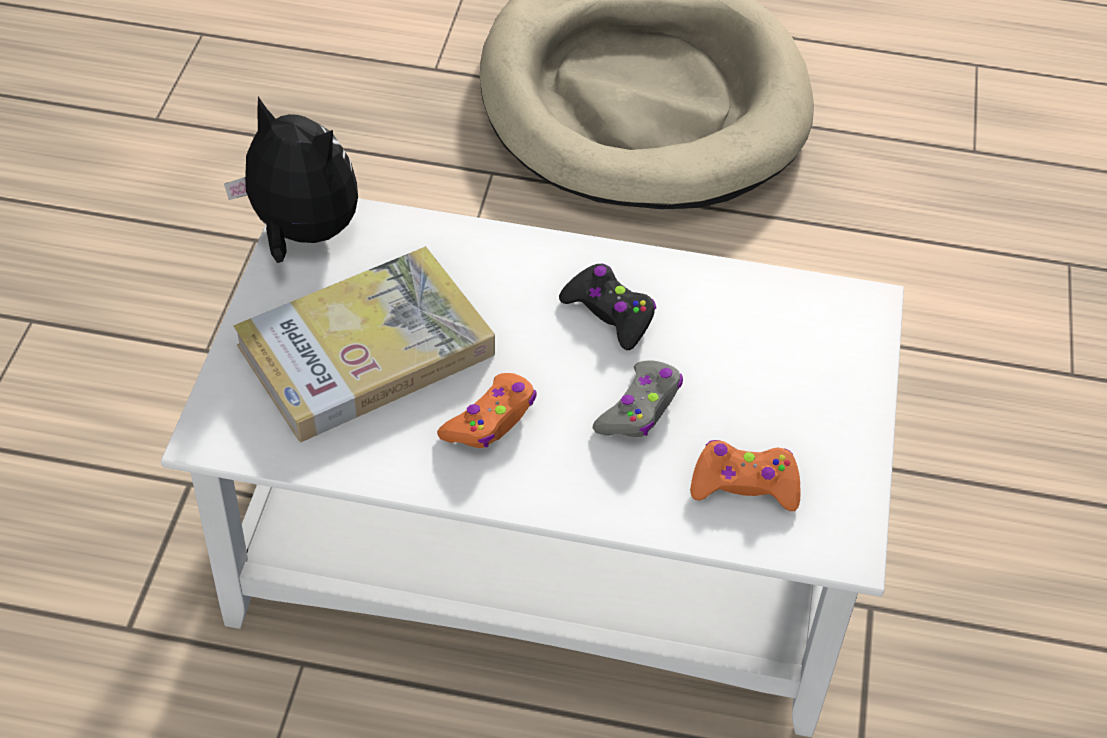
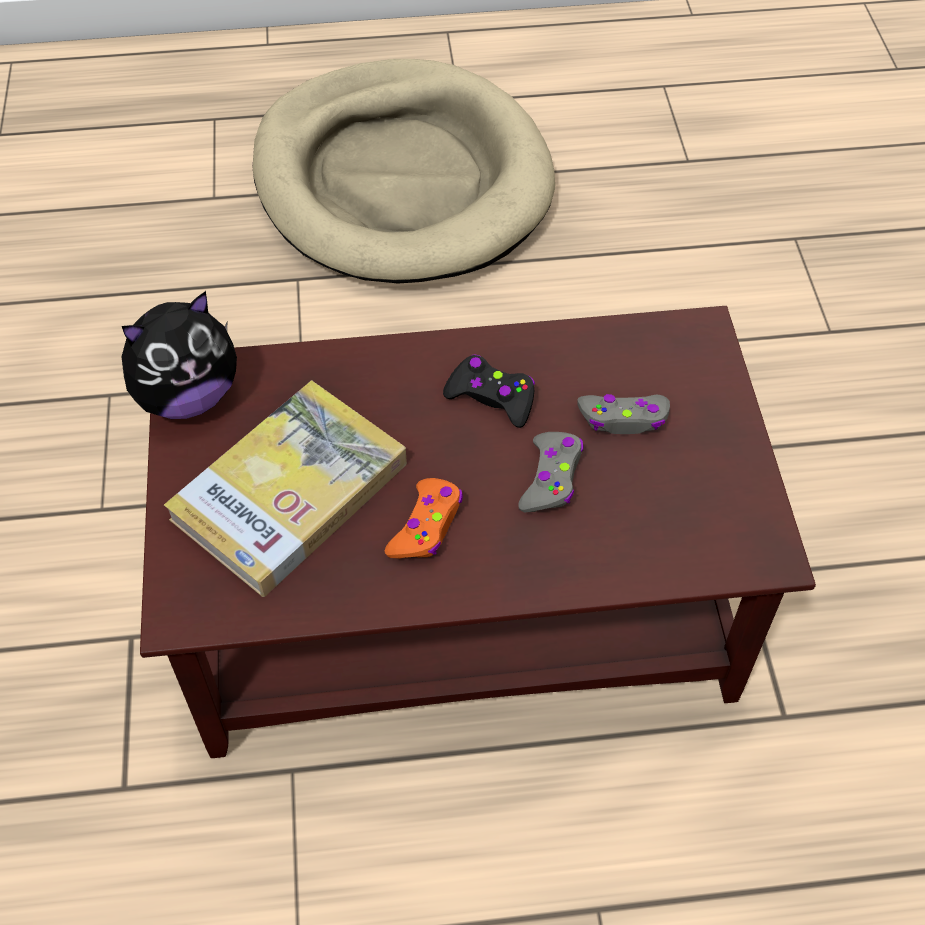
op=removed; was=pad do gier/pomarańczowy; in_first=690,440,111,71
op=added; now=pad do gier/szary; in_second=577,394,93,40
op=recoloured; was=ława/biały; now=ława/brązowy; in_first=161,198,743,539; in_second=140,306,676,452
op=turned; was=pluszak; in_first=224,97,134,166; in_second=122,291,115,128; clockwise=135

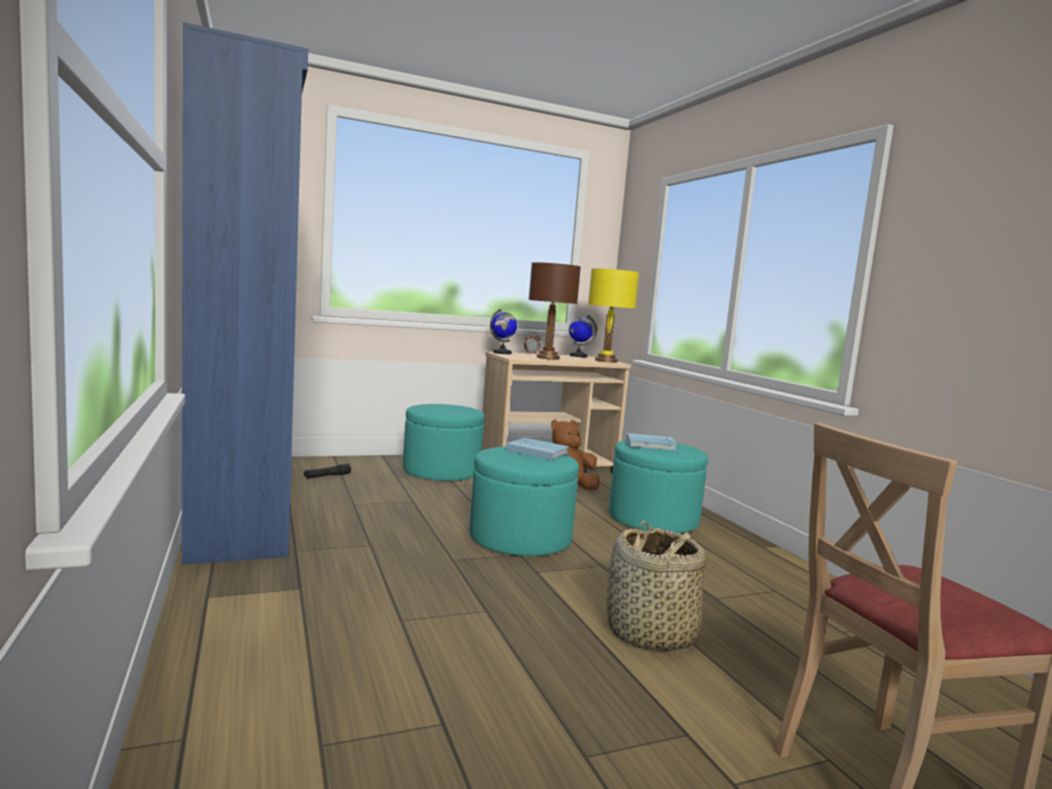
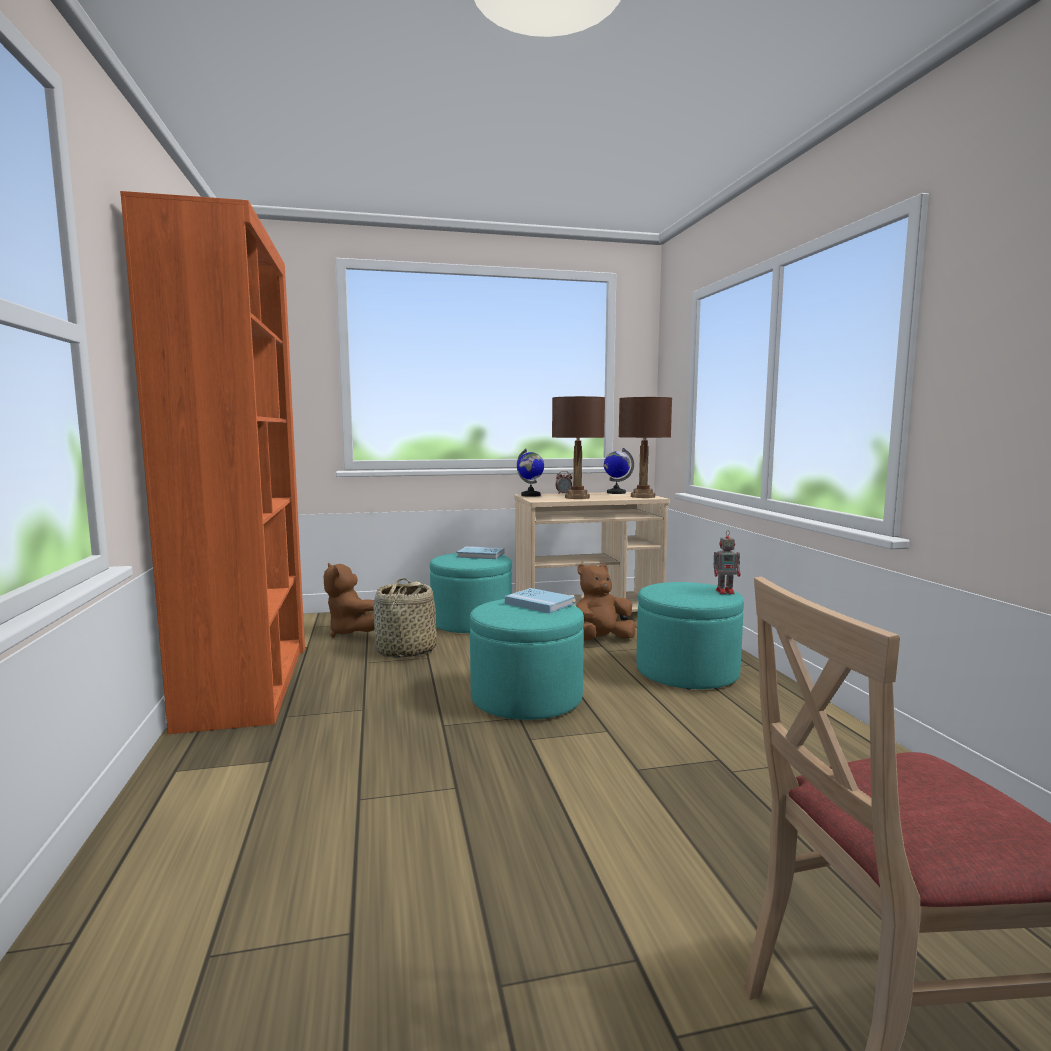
op=added; now=robot zabawkowy; in_second=714,530,26,64
op=moved; was=koszyk; in_first=607,521,99,130; in_second=374,578,63,80
op=moved; was=książka/niebieski; in_first=627,433,50,18; in_second=457,546,47,13
op=replaced; was=latarka/czarny; now=pluszak/brązowy; in_first=304,464,47,15; in_second=324,563,50,74
op=recoloured; was=regał/niebieski; now=regał/pomarańczowy; in_first=182,22,126,543; in_second=120,191,185,543
op=recoloured; was=lampa stołowa/żółty; now=lampa stołowa/brązowy; in_first=588,268,51,95; in_second=619,397,53,101

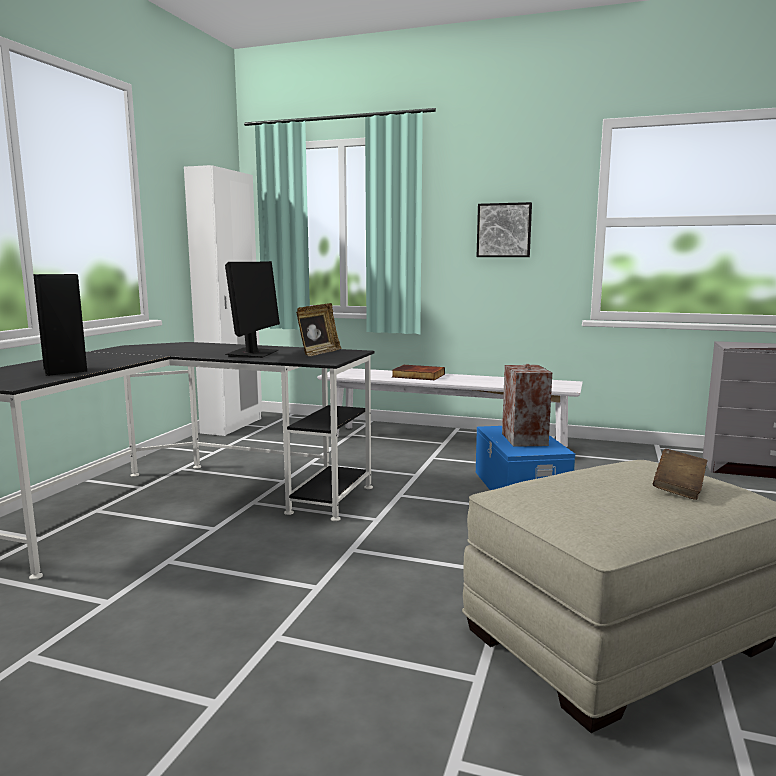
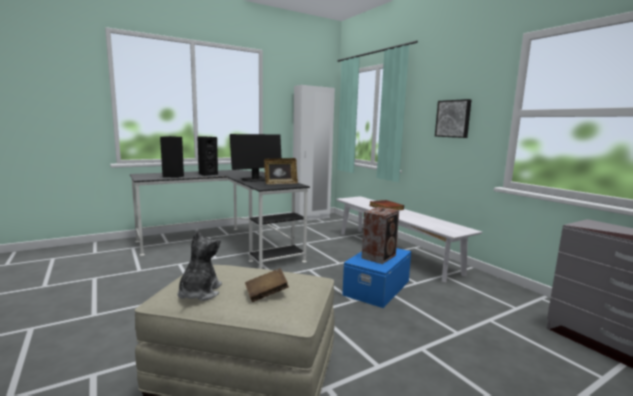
op=added; now=pluszak; in_second=178,229,44,72
op=added; now=głośnik/czarny; in_second=197,137,21,39

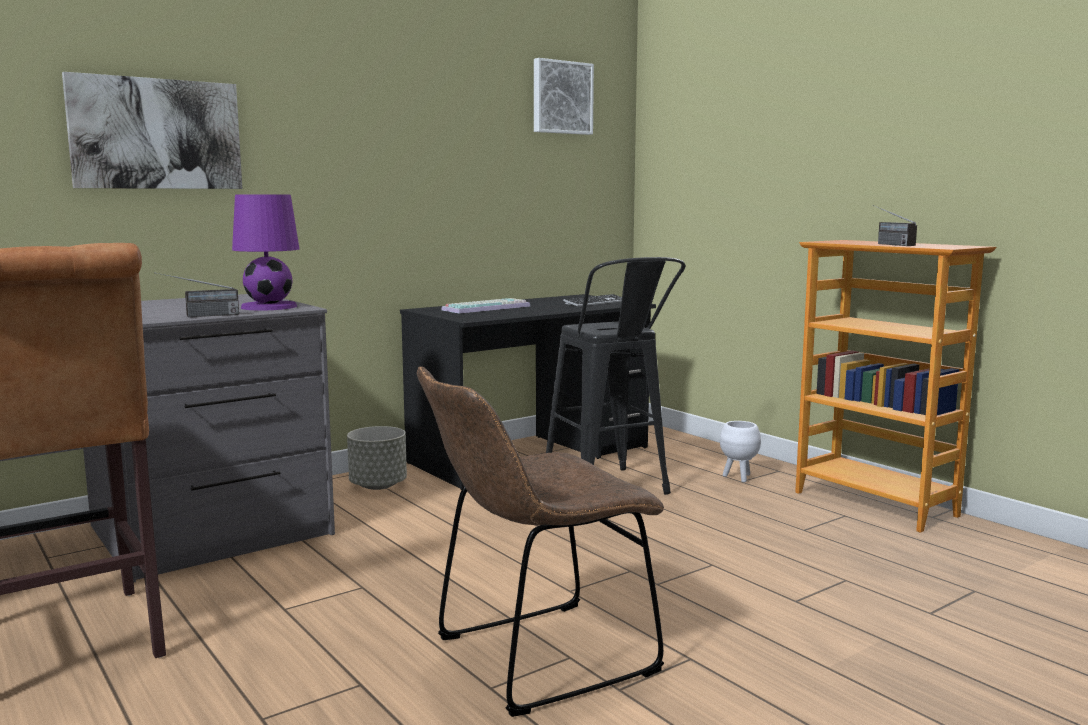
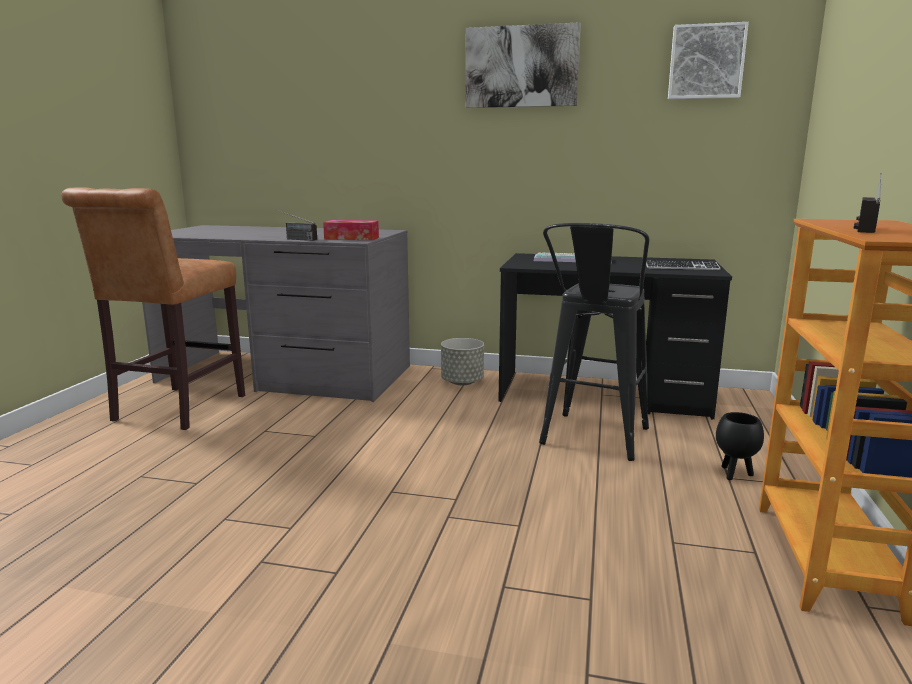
op=removed; was=krzesło/brązowy; in_first=417,367,247,350
op=moved; was=obraz; in_first=62,72,180,117; in_second=465,22,116,86
op=replaced; was=lampa stołowa/fioletowy; now=pudełko chusteczek; in_first=232,194,67,117; in_second=323,220,56,20
op=recoloured; was=donica/biały; now=donica/czarny; in_first=720,421,41,62; in_second=716,412,48,68

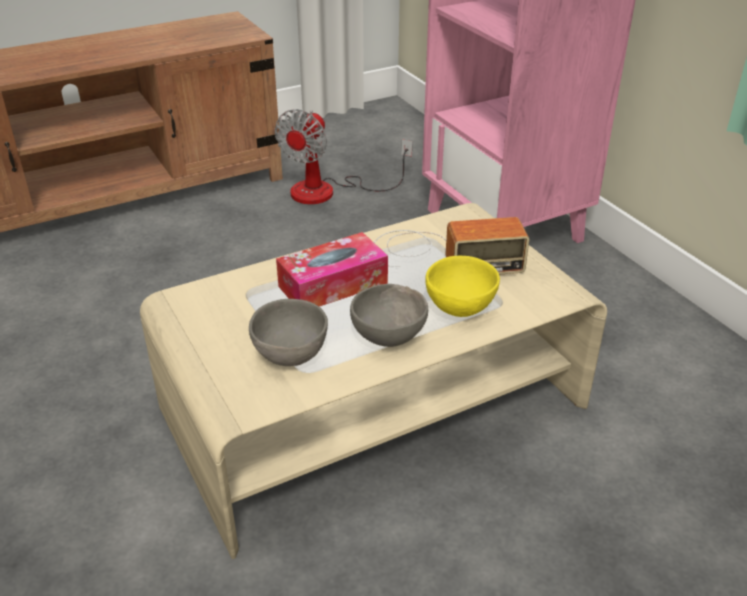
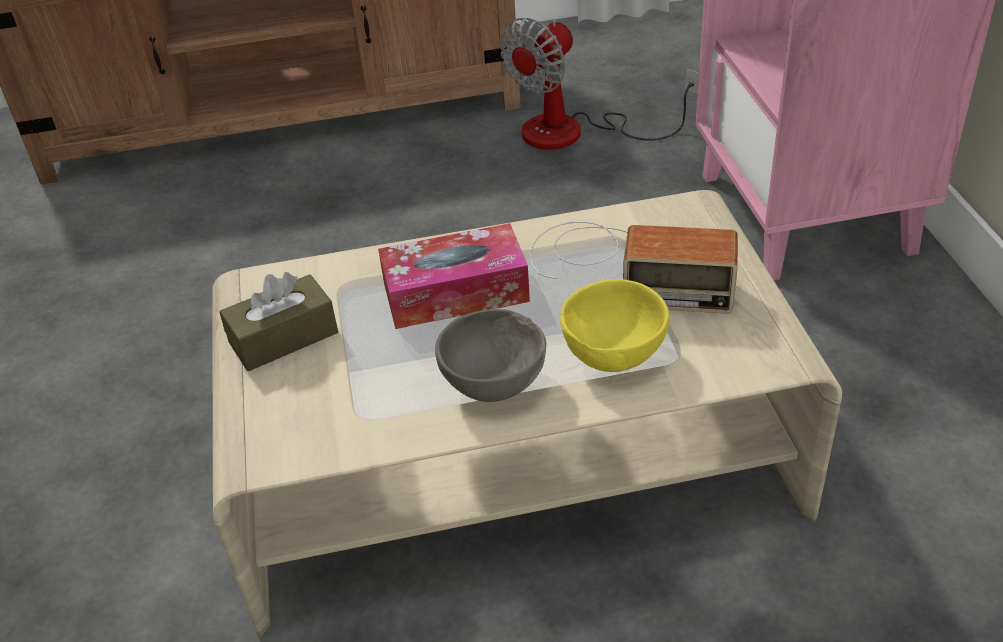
op=removed; was=miska/szary; in_first=249,299,79,67
op=added; now=pudełko chusteczek/brązowy; in_second=219,272,119,99

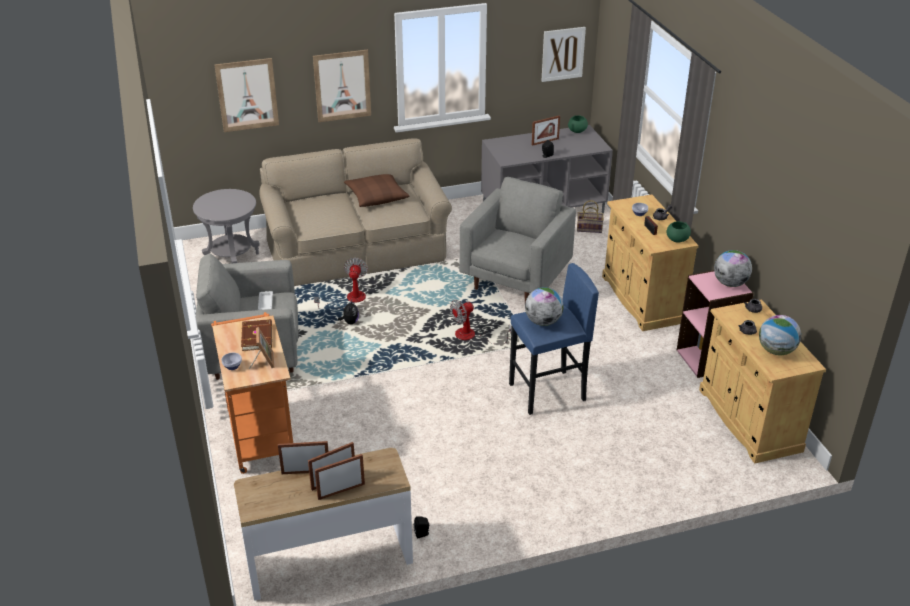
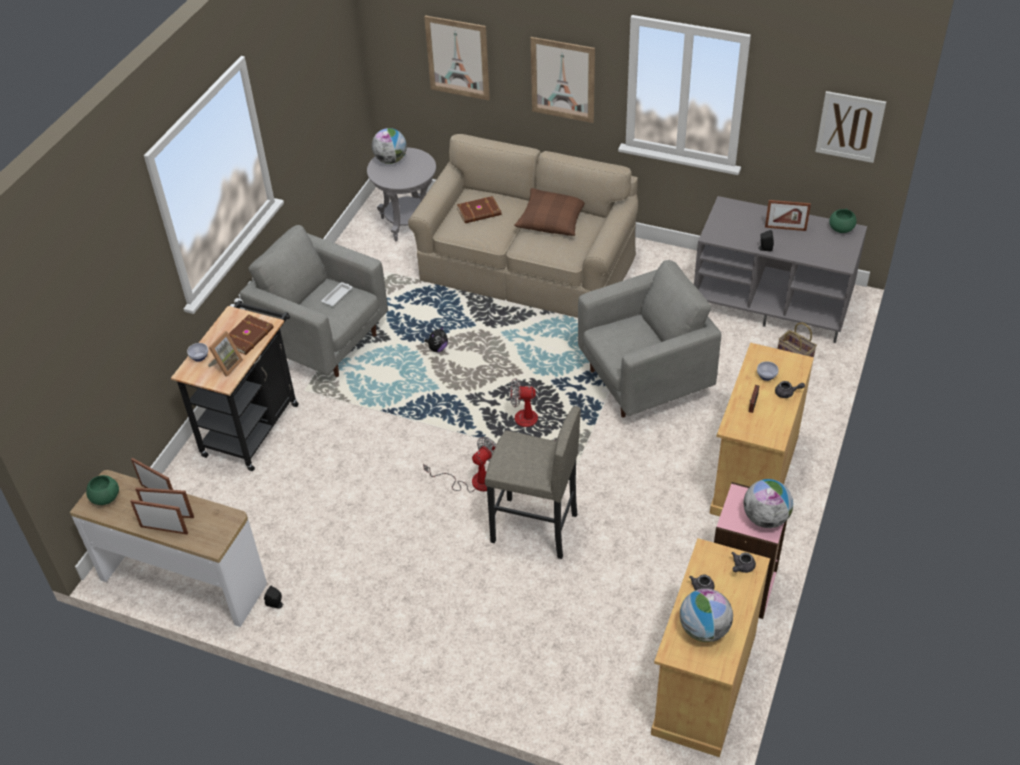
op=added; now=książka/brązowy; in_second=457,196,45,27
op=moved; was=wentylator; in_first=314,258,54,51; in_second=423,437,74,56
op=moved; was=globus; in_first=525,287,39,39; in_second=372,128,35,36
op=moved; was=miska/zielony; in_first=667,221,24,22; in_second=86,475,33,30
op=recoloured; was=wózek/pomarańczowy; now=wózek/czarny; in_first=211,312,82,162; in_second=171,300,128,171
op=recoloured; was=stołek/niebieski; now=stołek/szary; in_first=509,263,90,152; in_second=485,406,96,153

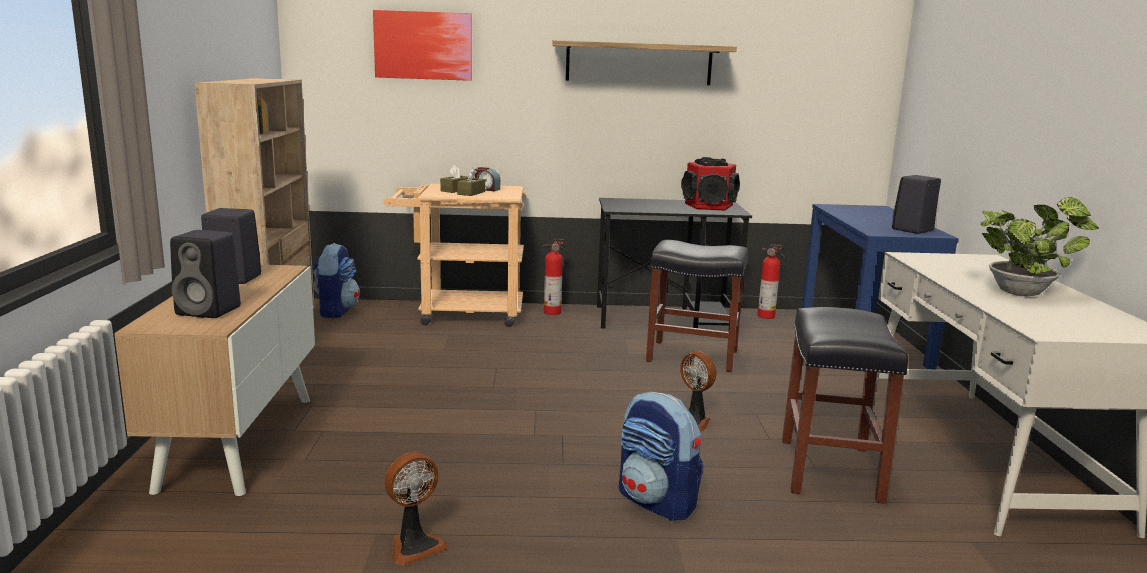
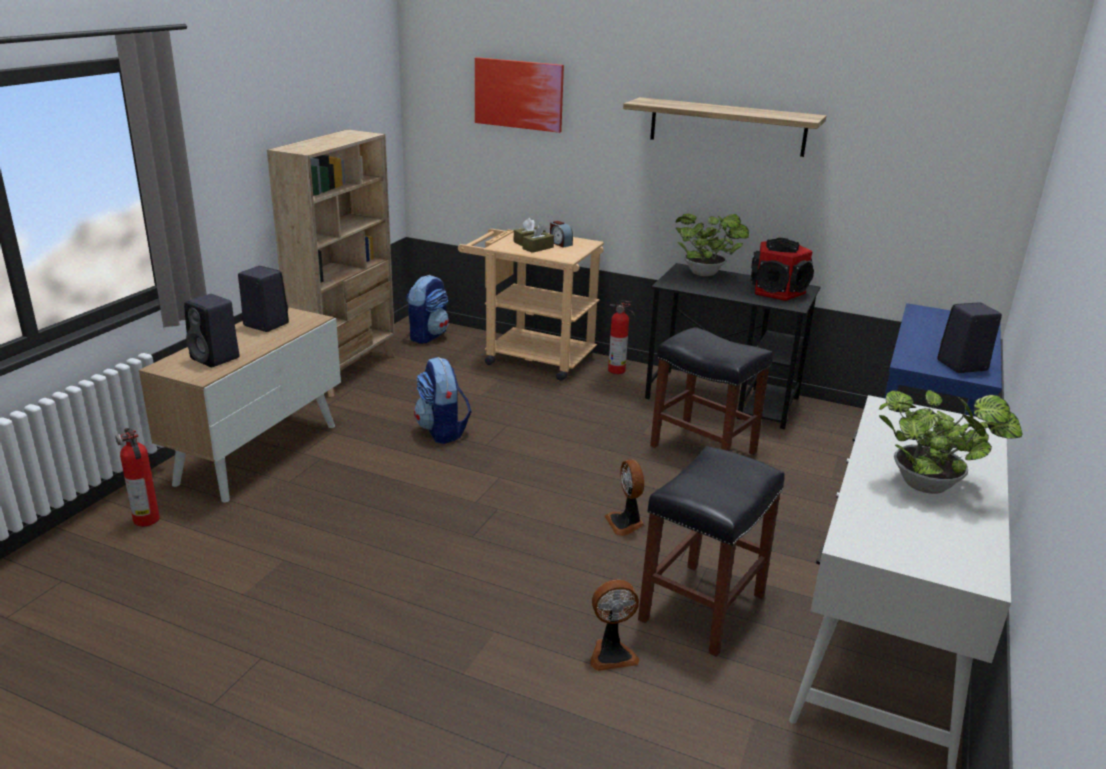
op=added; now=roślina doniczkowa; in_second=675,214,74,62
op=moved; was=wentylator; in_first=385,452,63,114; in_second=591,580,49,91
op=moved; was=plecak; in_first=619,392,84,129; in_second=414,357,58,87
op=moved; was=gaśnica; in_first=757,244,29,75; in_second=115,428,45,99

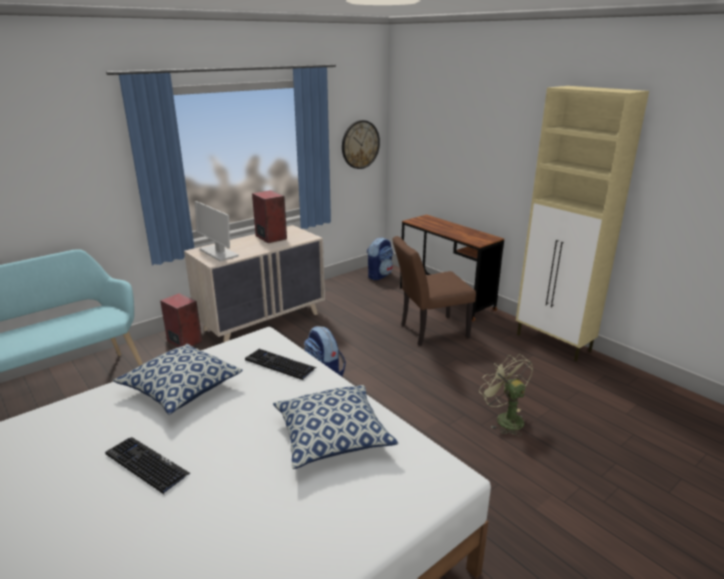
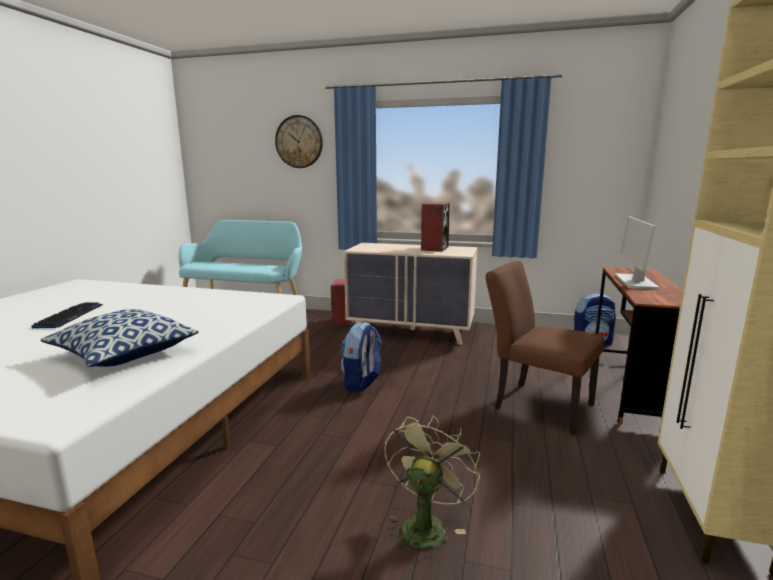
op=removed; was=poduszka; in_first=113,344,130,71
op=removed; was=klawiatura; in_first=245,349,72,31
op=moved; was=monitor; in_first=195,201,44,60; in_second=615,216,45,74
op=moved; was=zegar ścienny; in_first=342,120,38,49; in_second=275,115,48,53

